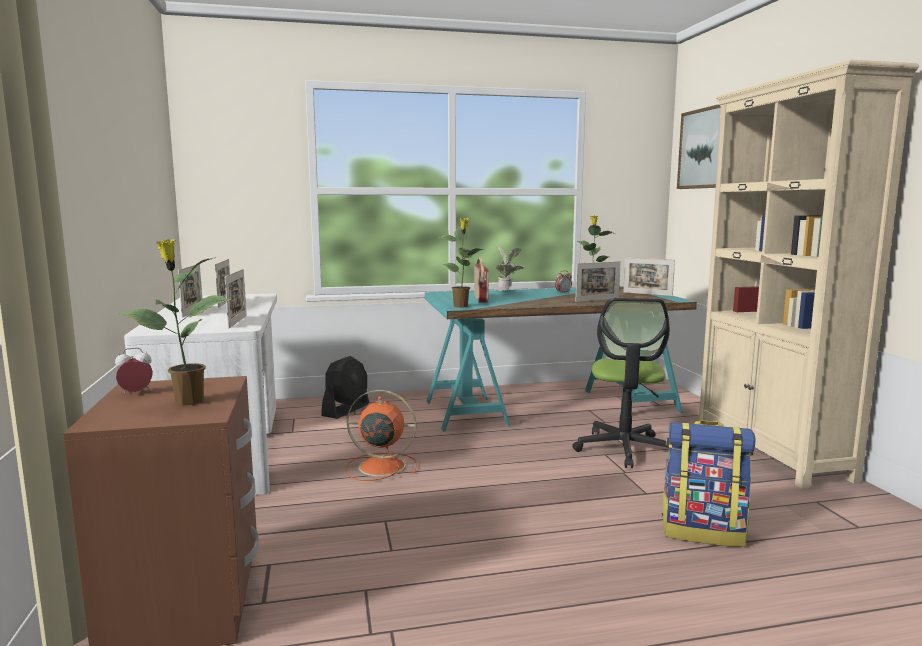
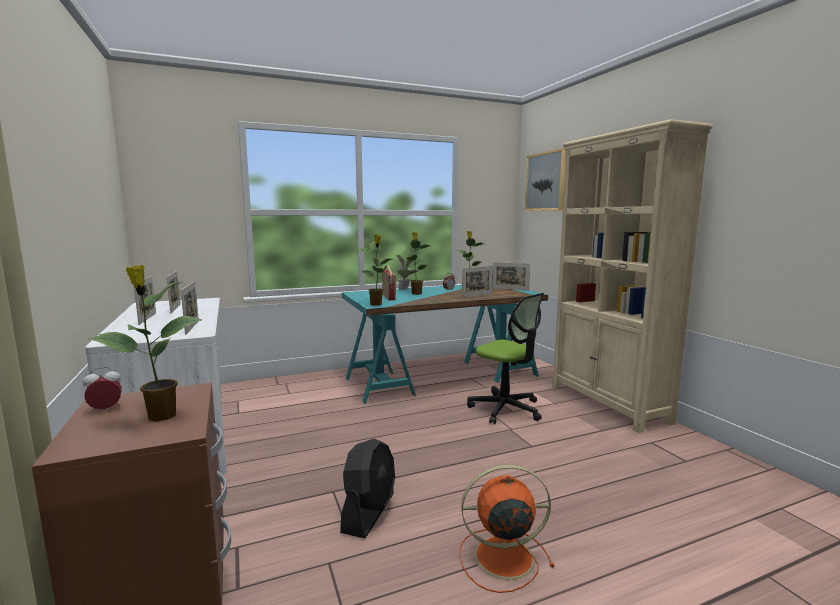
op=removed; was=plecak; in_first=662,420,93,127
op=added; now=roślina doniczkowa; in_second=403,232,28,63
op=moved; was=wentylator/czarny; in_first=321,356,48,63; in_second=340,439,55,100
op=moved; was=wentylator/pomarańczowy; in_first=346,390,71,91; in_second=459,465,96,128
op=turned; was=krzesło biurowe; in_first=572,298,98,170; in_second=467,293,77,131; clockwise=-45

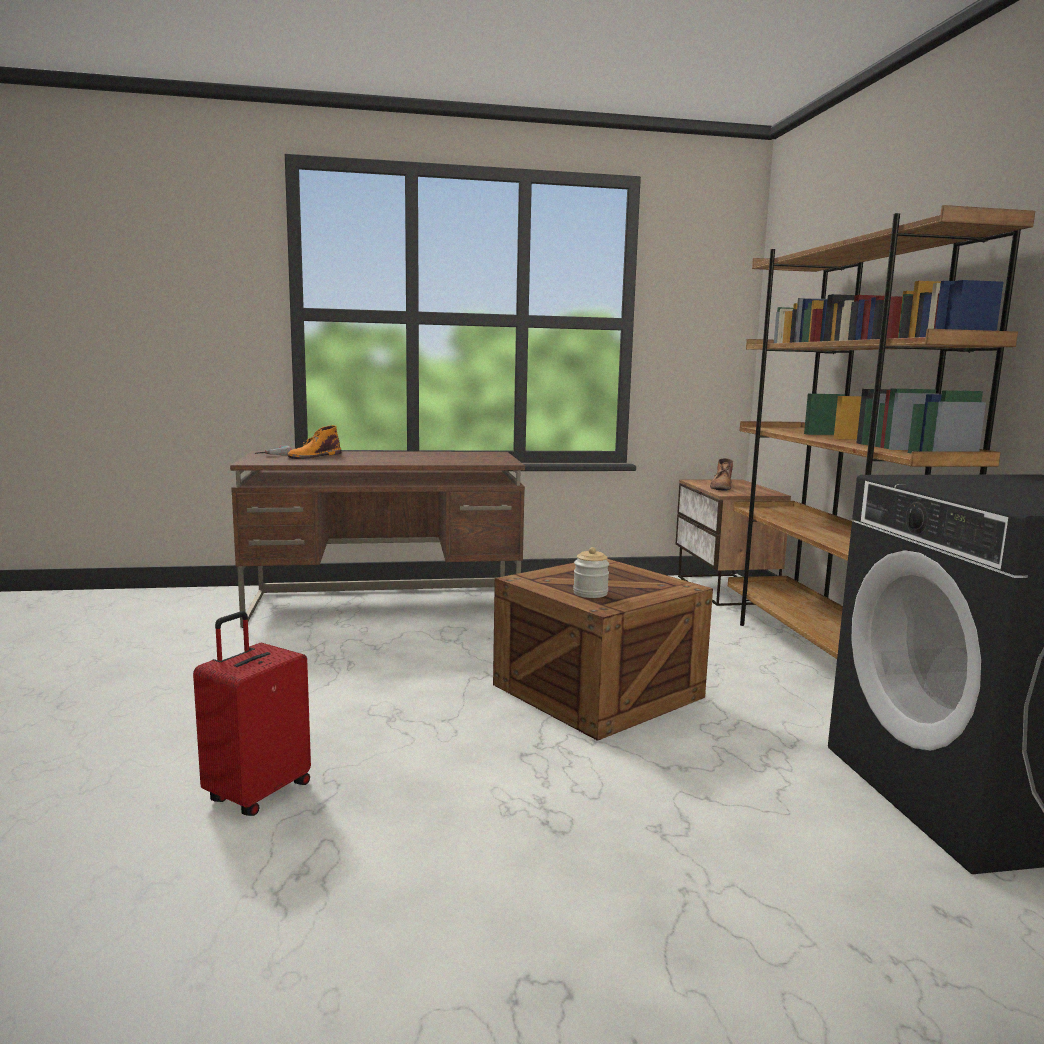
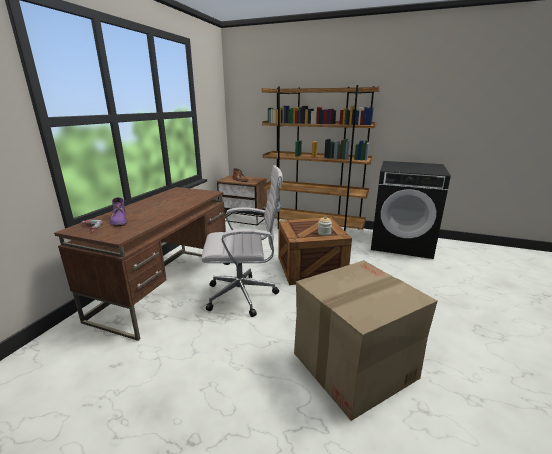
op=added; now=krzesło biurowe/biały; in_second=201,165,82,152
op=replaced; was=walizka/czerwony; now=karton; in_first=193,611,118,205; in_second=294,260,144,161
op=recoloured; was=but z cholewką/pomarańczowy; now=but z cholewką/fioletowy; in_first=287,425,55,34; in_second=110,197,17,29

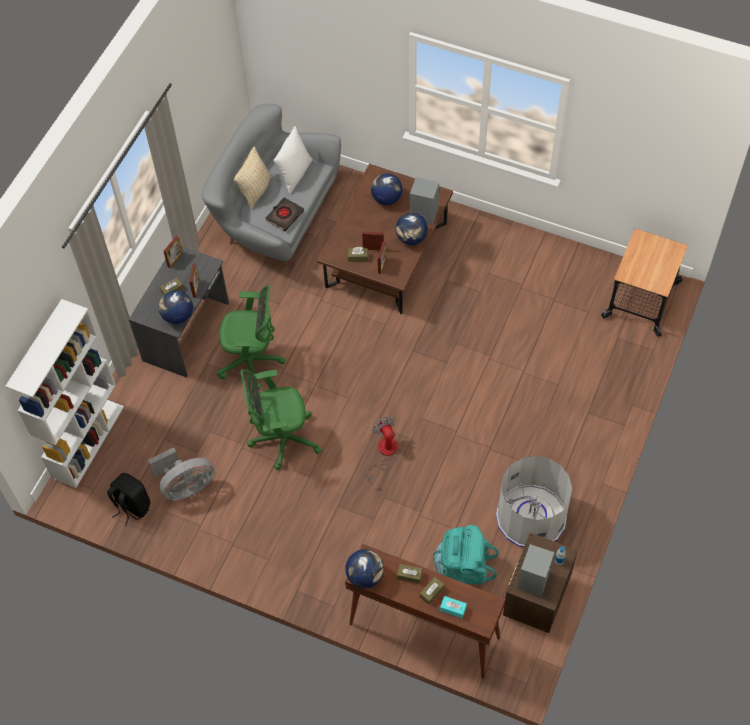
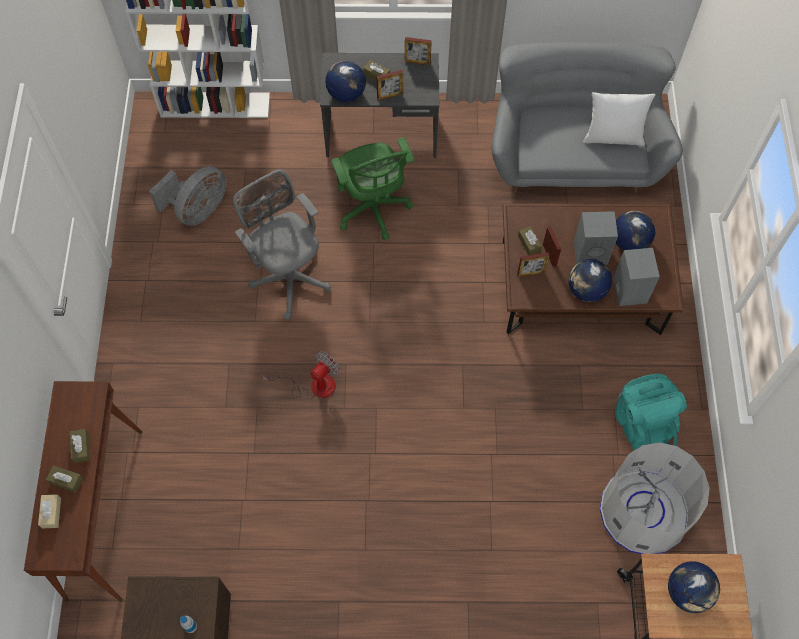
op=removed; was=plecak/czarny; in_first=107,473,43,53
op=removed; was=poduszka/beżowy; in_first=234,147,38,62
op=removed; was=książka/czarny; in_first=265,198,39,33
op=moved; was=globus; in_first=345,549,39,40; in_second=668,561,52,52
op=moved; was=plecak/turkusowy; in_first=433,525,66,59; in_second=616,374,71,76
op=moved; was=kosz na śmieci/szary; in_first=496,456,76,91; in_second=600,442,110,112
op=moved; was=głośnik/szary; in_first=518,544,36,53; in_second=573,211,45,54
op=recoloured; was=krzesło biurowe/zielony; now=krzesło biurowe/szary; in_first=241,369,81,101; in_second=233,169,98,151
op=recoloured; was=pudełko chusteczek/turkusowy; now=pudełko chusteczek/beżowy; in_first=440,596,27,22; in_second=38,494,23,35
op=turned; was=wentylator/szary; in_first=148,447,67,53; in_second=149,166,77,60; clockwise=-90

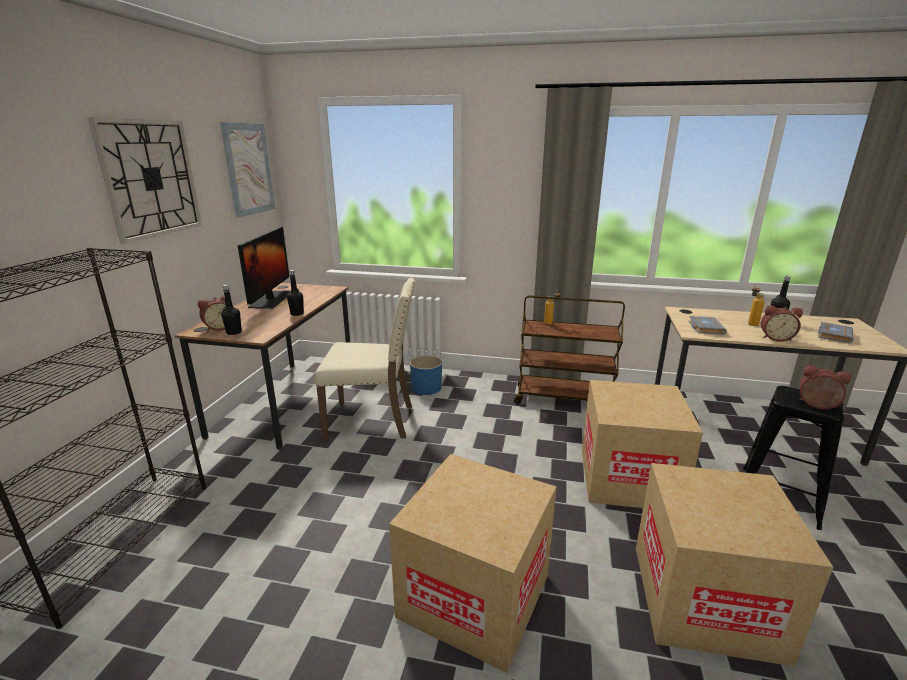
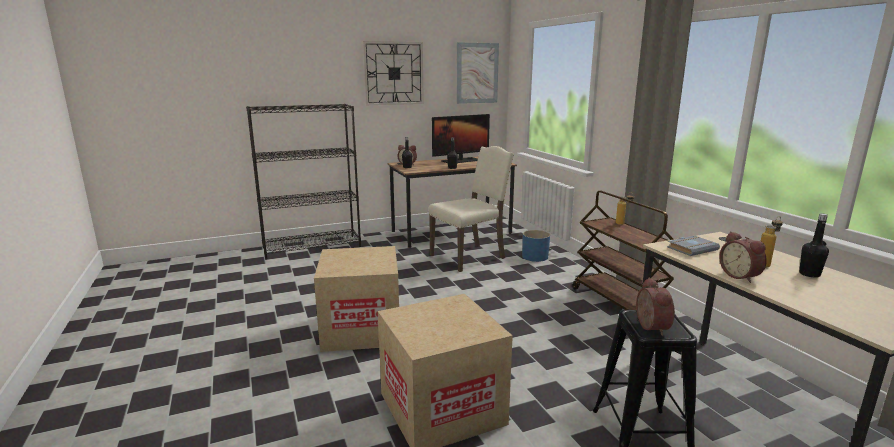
op=removed; was=karton; in_first=582,380,121,128
op=removed; was=książka/szary; in_first=818,322,35,21
op=turned; was=krzesło/beżowy; in_first=314,278,102,163; in_second=428,146,86,126; clockwise=-90

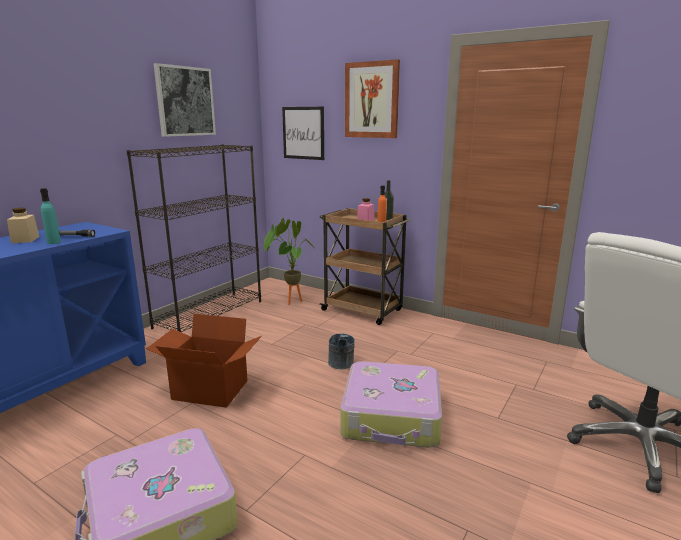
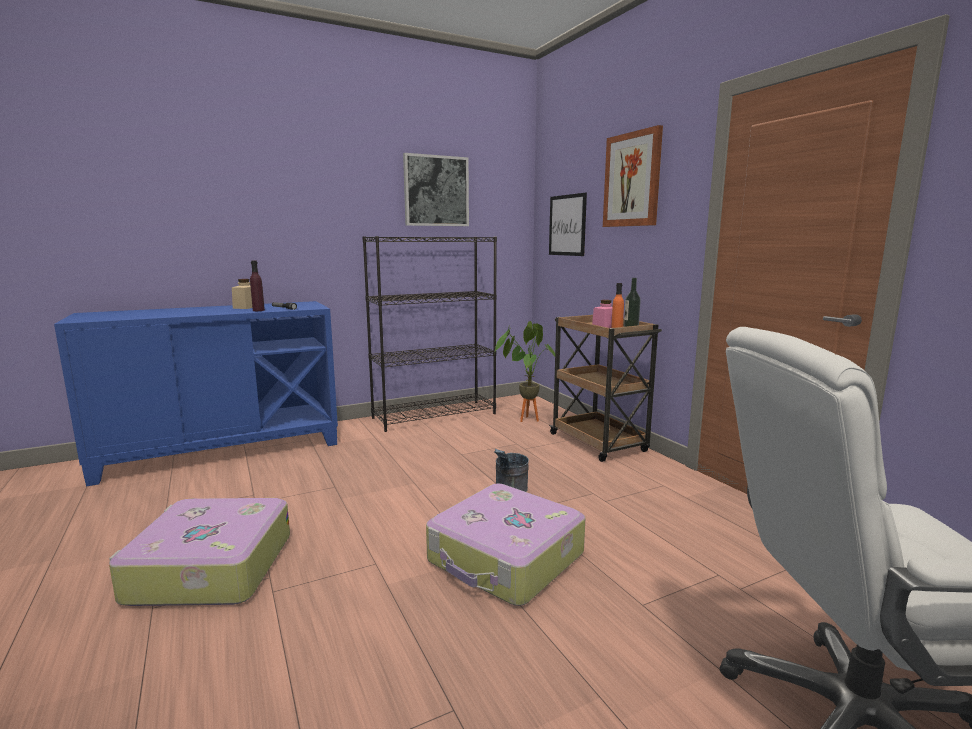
op=removed; was=karton; in_first=146,314,116,94
op=recoloured; was=butelka/turkusowy; now=butelka/fioletowy; in_first=40,188,21,56; in_second=250,261,15,50

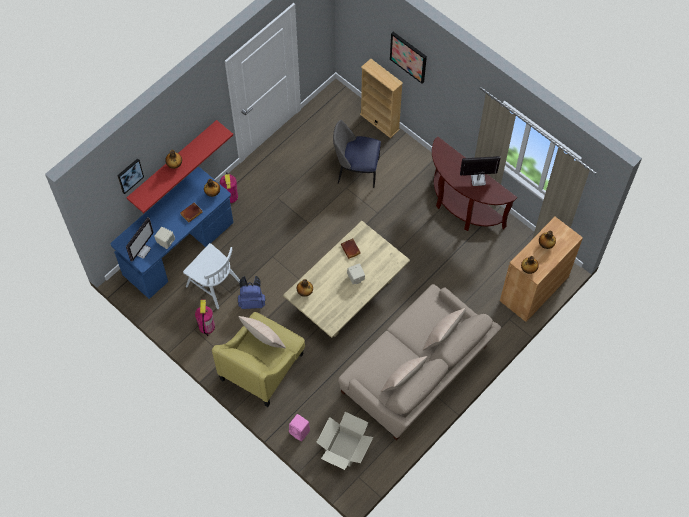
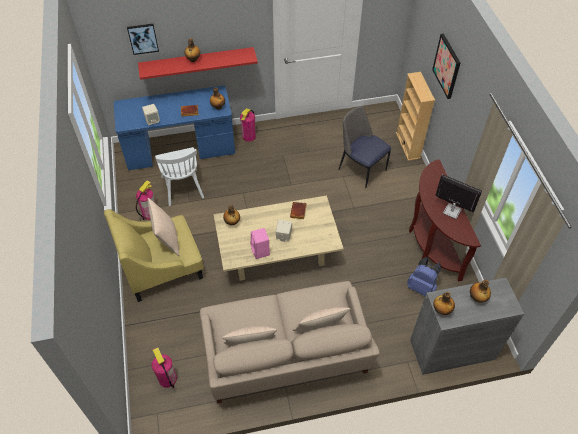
op=removed; was=monitor; in_first=126,217,28,45
op=moved; was=plecak/niebieski; in_first=238,276,27,33; in_second=407,257,34,39
op=moved; was=głośnik/różowy; in_first=289,414,21,28; in_second=250,228,20,31
op=replaced; was=karton; now=gaśnica; in_first=316,412,57,58; in_second=152,347,25,41
op=recoloured; was=szafka/brązowy; now=szafka/szary; in_first=500,217,83,105; in_second=410,278,114,97

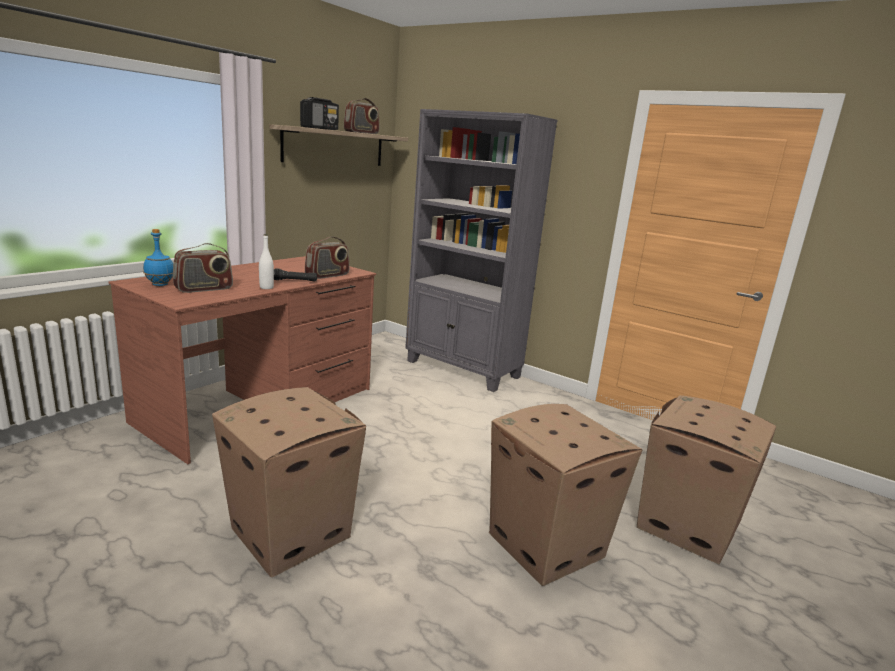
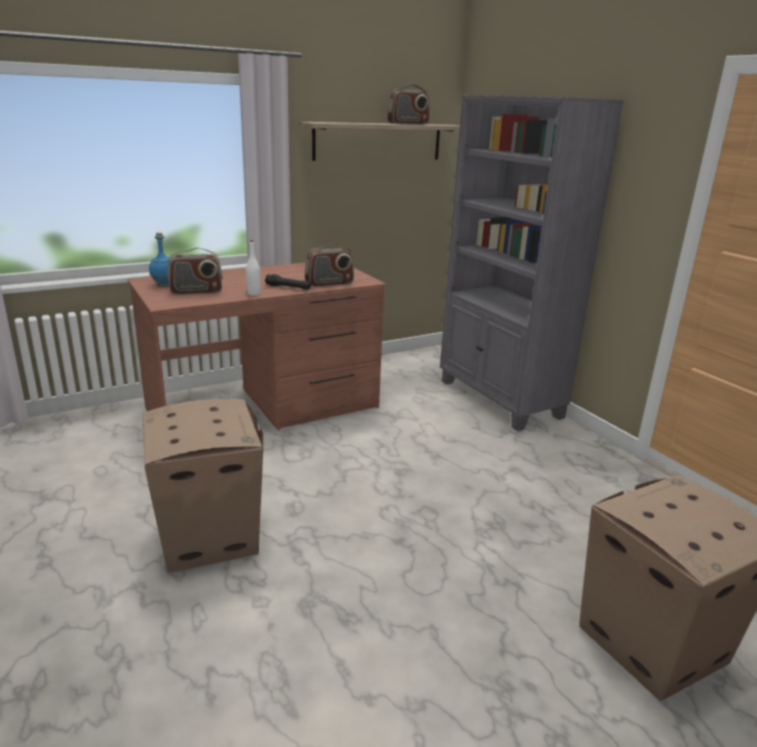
op=removed; was=radio; in_first=300,97,39,33
op=removed; was=karton; in_first=489,404,154,182

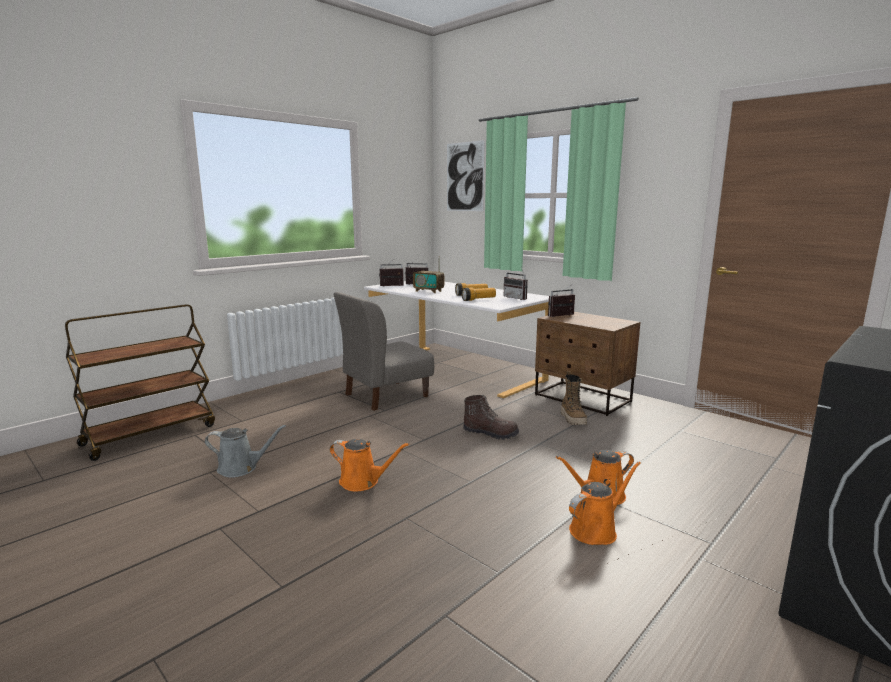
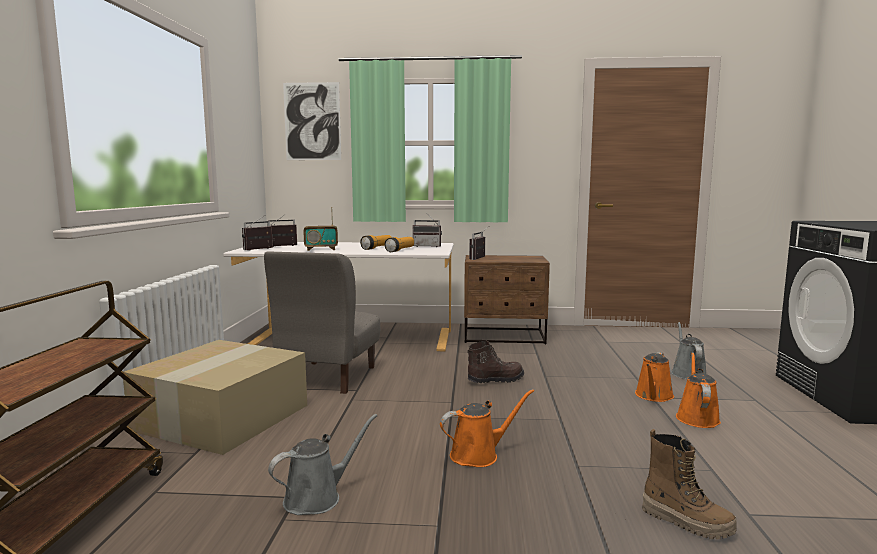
op=added; now=karton; in_second=123,340,184,115
op=added; now=konewka/szary; in_second=671,322,35,57
op=moved; was=but z cholewką; in_first=561,371,26,54; in_second=642,429,95,110

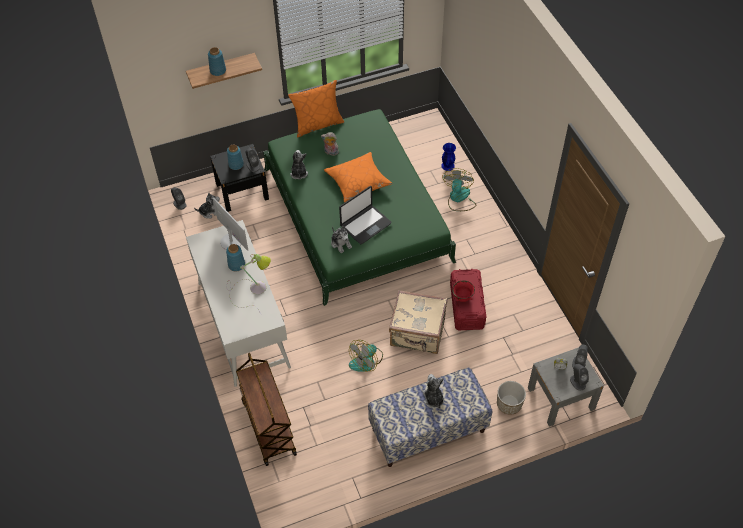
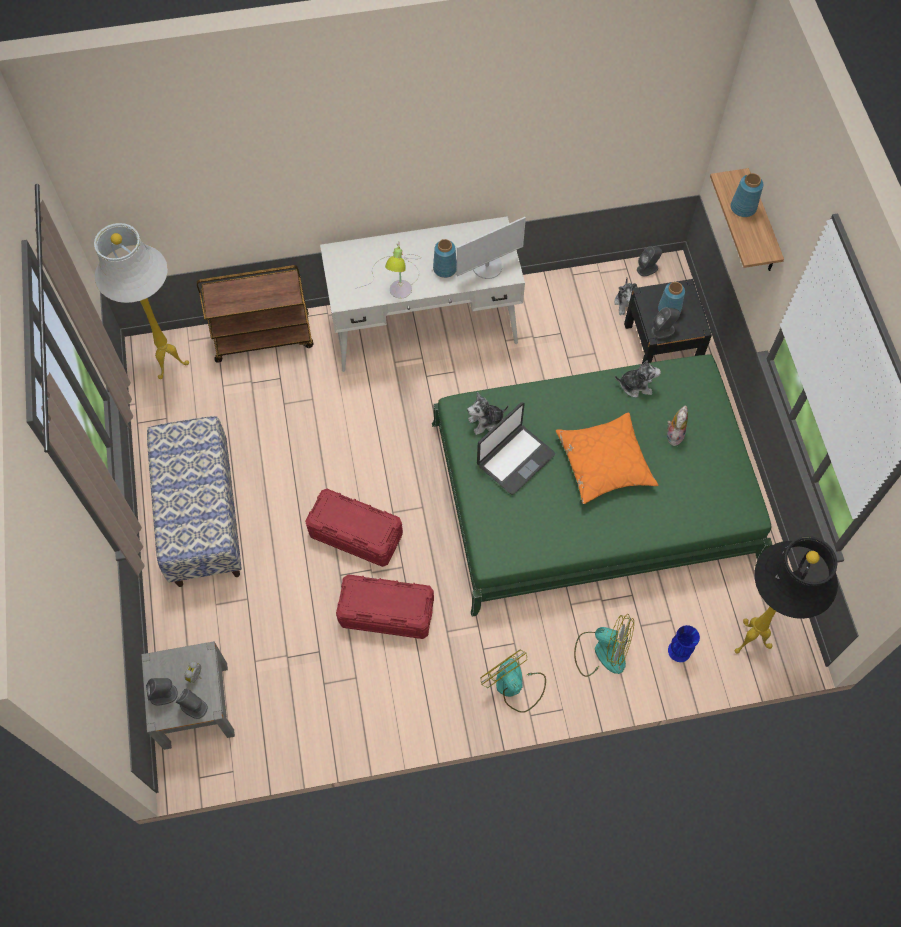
op=removed; was=poduszka/pomarańczowy; in_first=288,80,56,57
op=removed; was=pluszak; in_first=422,374,22,35
op=removed; was=miska/czerwony; in_first=452,280,23,22
op=removed; was=donica; in_first=497,381,29,34
op=added; now=lampa stojąca/biały; in_second=94,223,95,156
op=added; now=lampa stojąca/czarny; in_second=735,536,103,118
op=moved; was=wentylator; in_first=349,340,34,32; in_second=481,649,65,64
op=replaced; was=walizka/beżowy; now=pojemnik do przechowywania/czerwony; in_first=389,290,58,64; in_second=305,489,98,78
op=turned; was=laptop; in_first=339,186,53,58; in_second=477,402,78,93; clockwise=-105

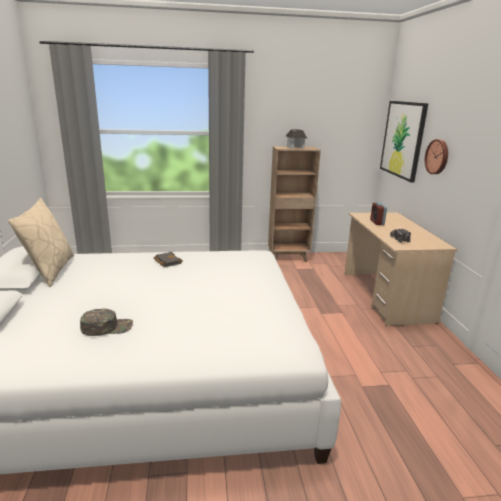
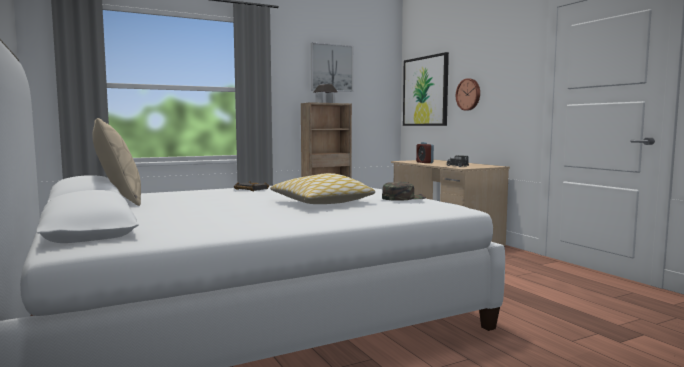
op=added; now=poduszka; in_second=270,173,105,31
op=added; now=obraz; in_second=311,42,42,50
op=moved; was=czapka z daszkiem/zielony; in_first=80,309,53,27; in_second=382,182,44,19

